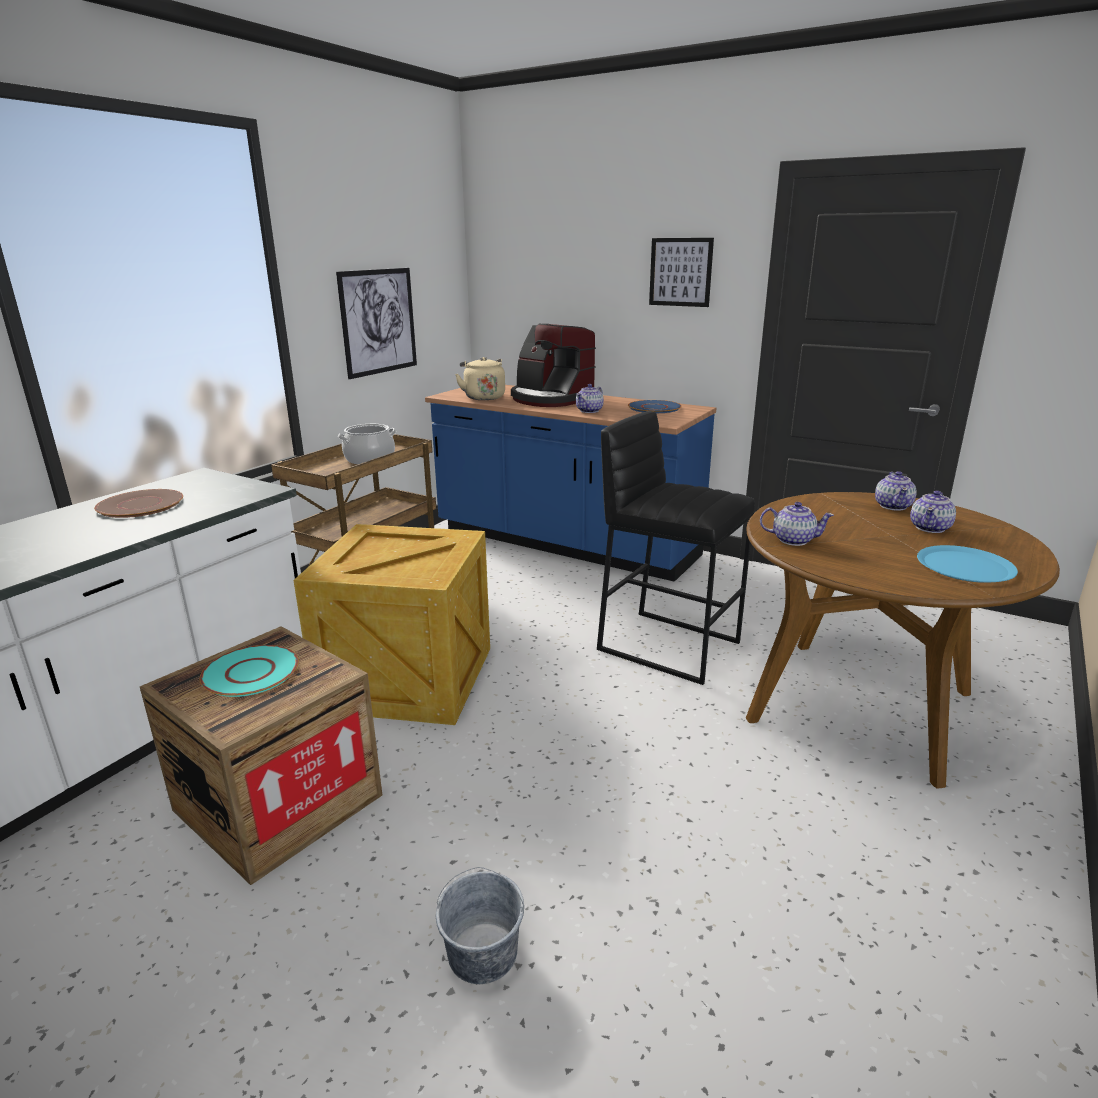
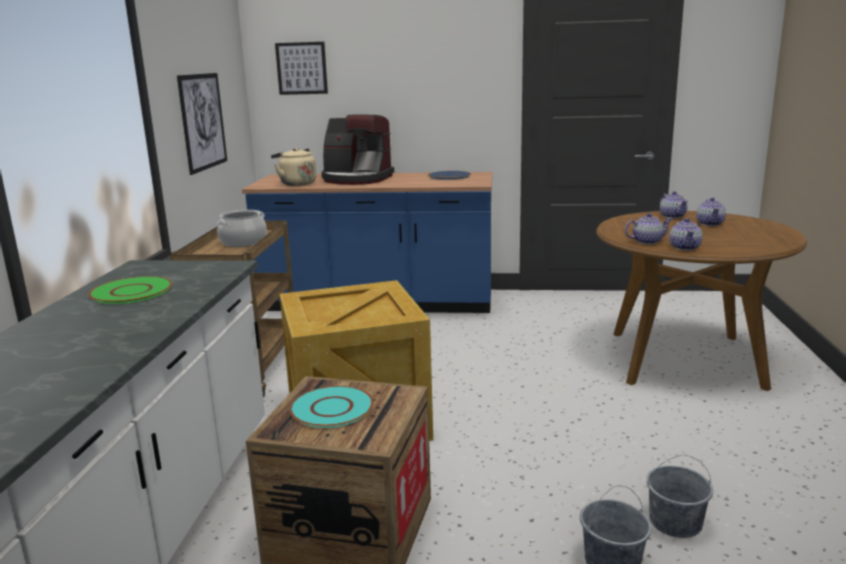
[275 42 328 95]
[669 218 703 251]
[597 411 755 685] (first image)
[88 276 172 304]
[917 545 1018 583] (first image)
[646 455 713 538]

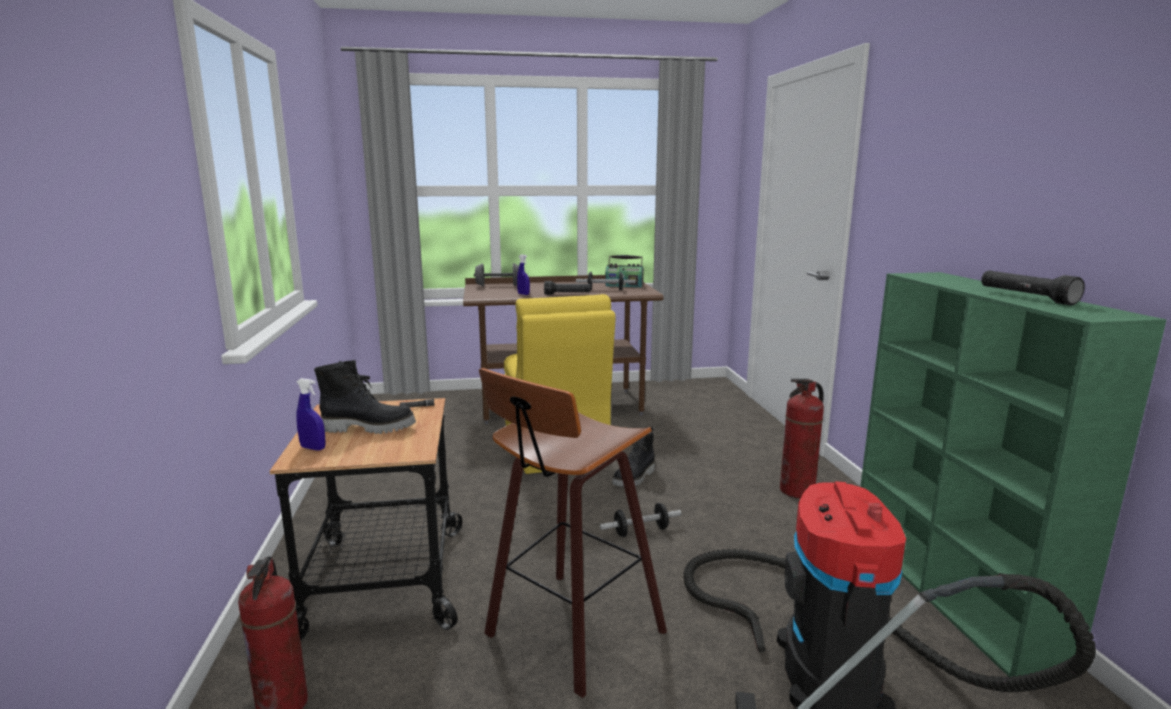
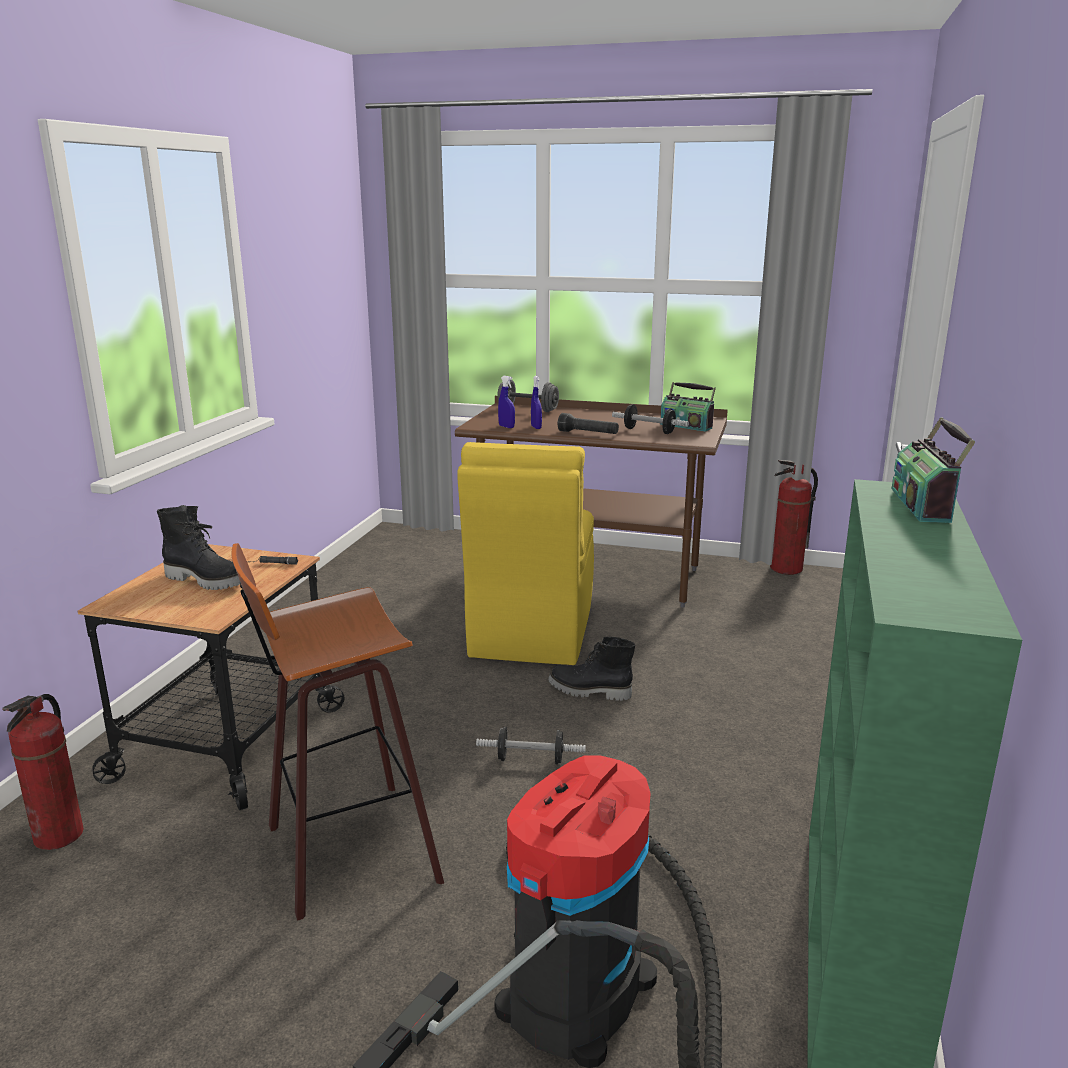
[981 270 1085 306] (first image)
[498 376 515 428]
[770 460 818 575]
[548 637 635 701]
[892 417 975 523]

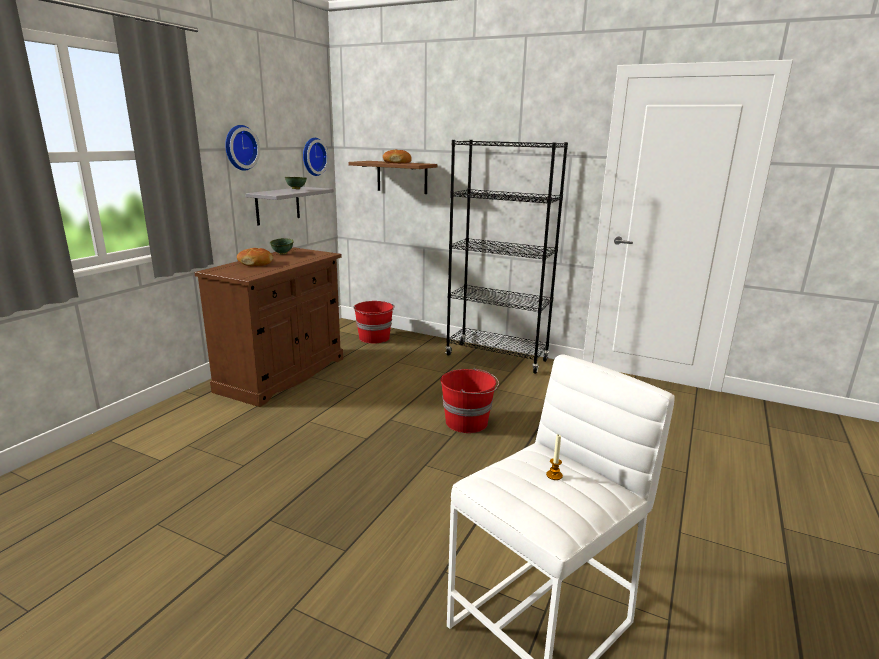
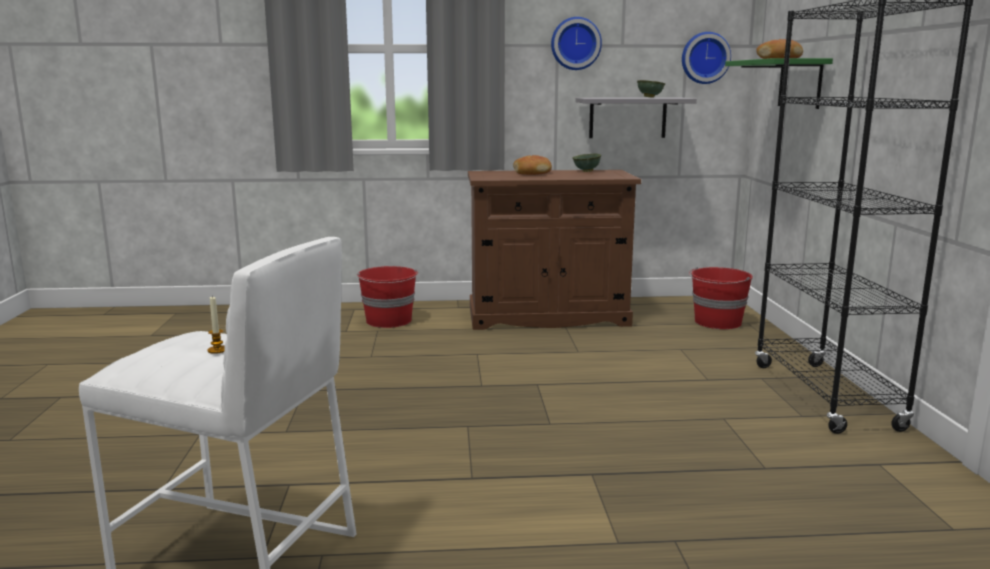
[725 58 833 109]
[357 266 418 328]

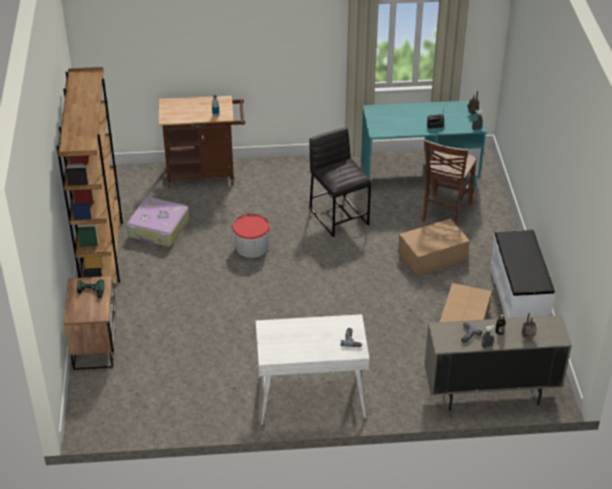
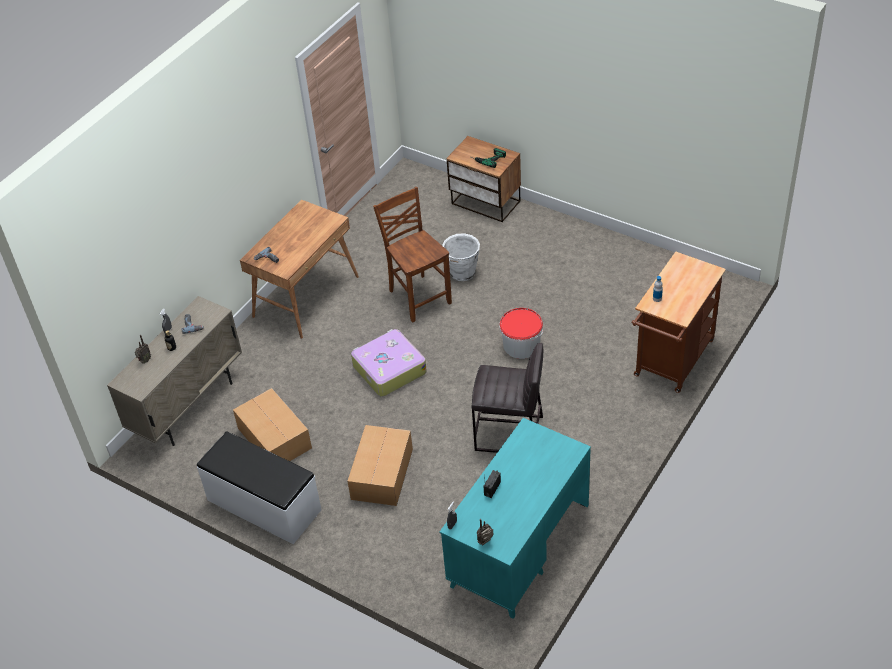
[56 67 123 287] (first image)
[373 187 452 322]
[351 329 427 397]
[240 199 359 339]
[442 233 480 281]

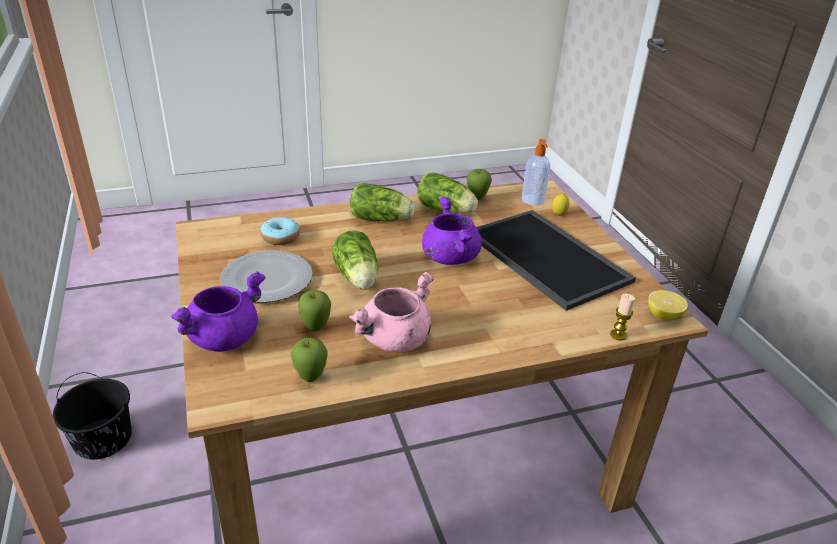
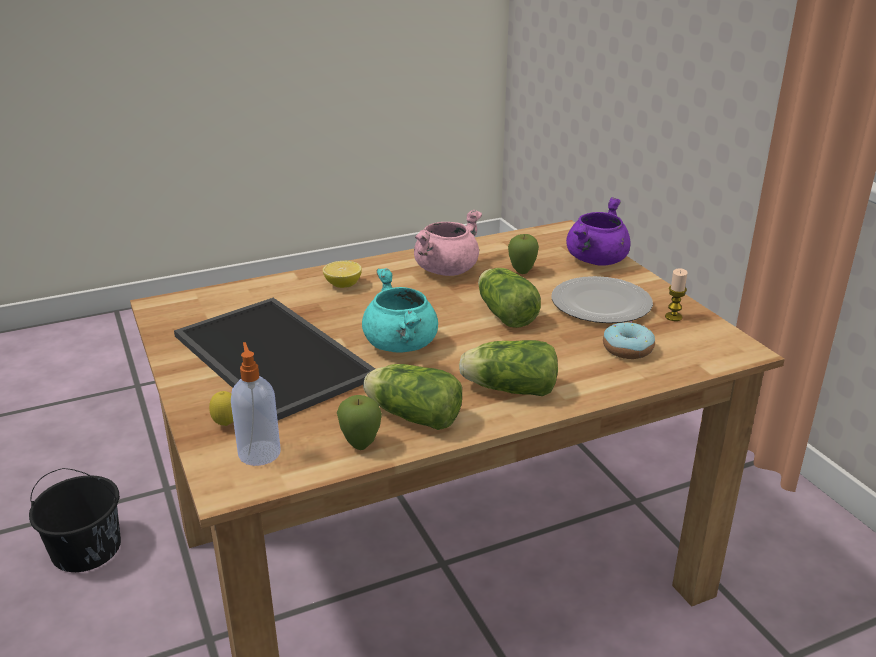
[362 268 438 352]
[323 261 362 288]
[665 268 688 321]
[291 338 328 382] (first image)
[29 468 121 572]

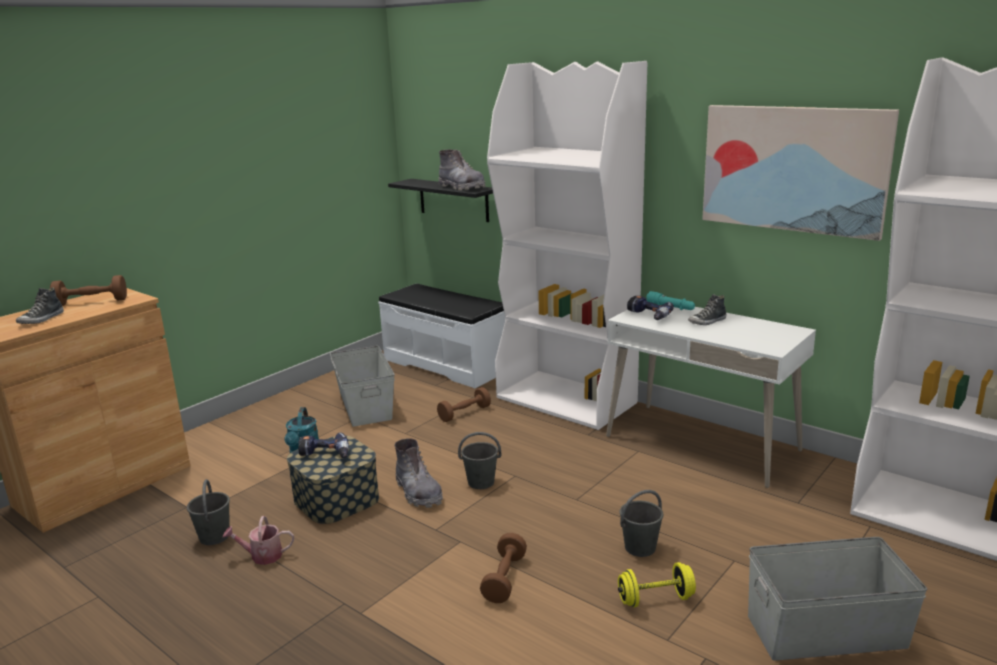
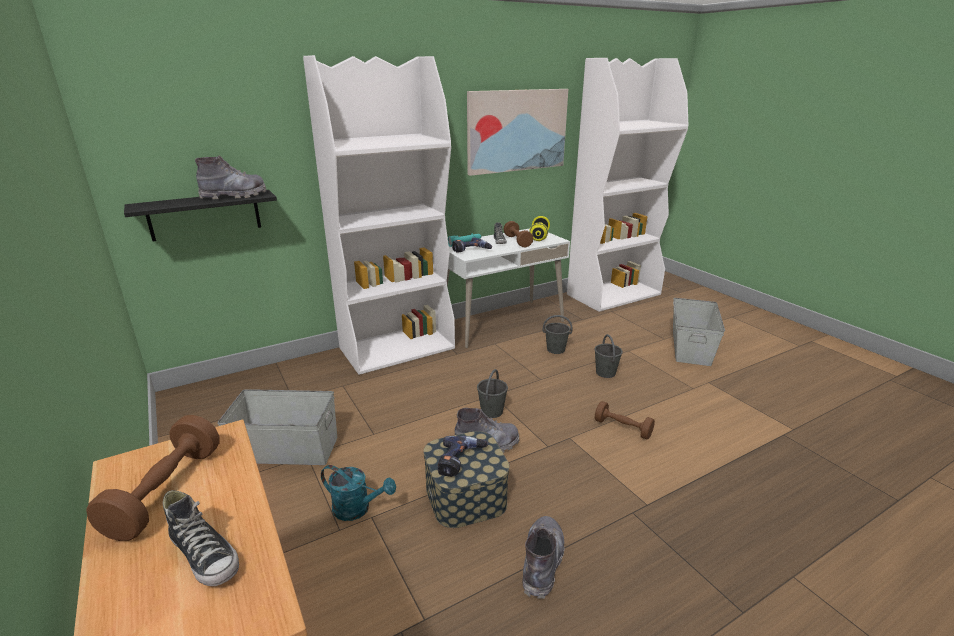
[378 284 505 388] (first image)
[503 221 533 248]
[543 315 572 354]
[522 516 565 599]
[529 216 550 241]

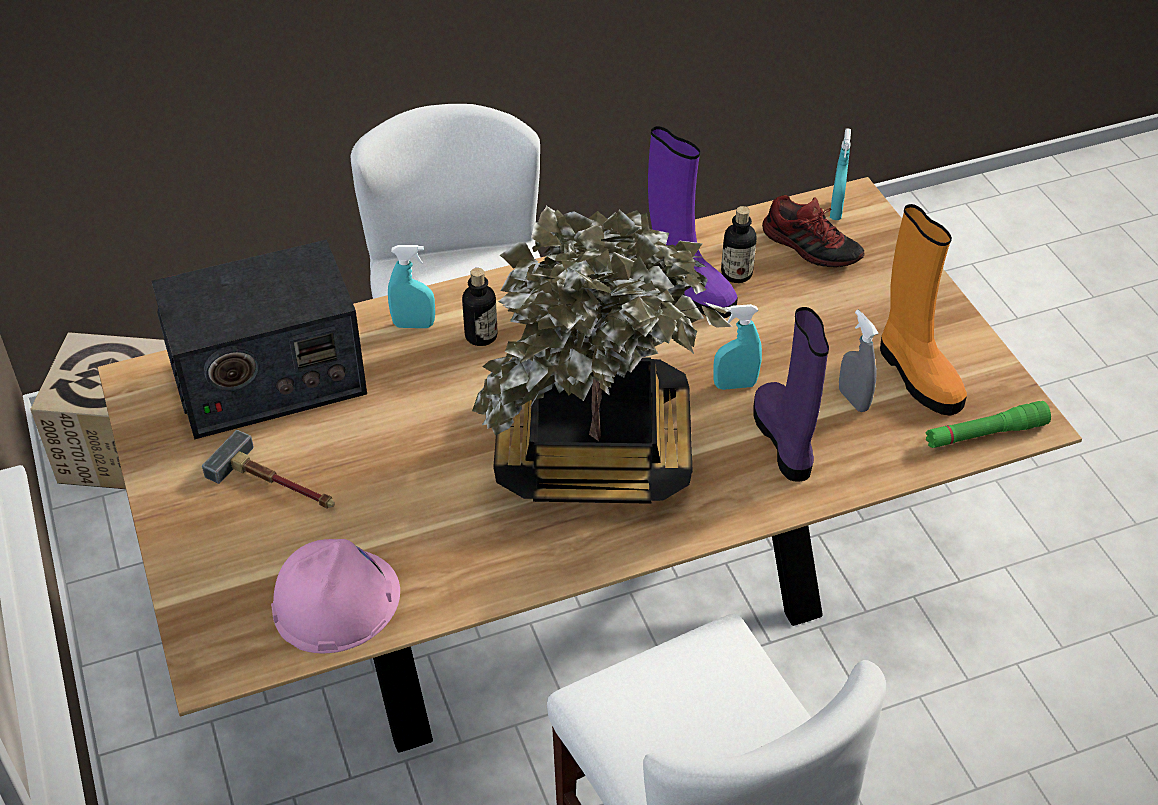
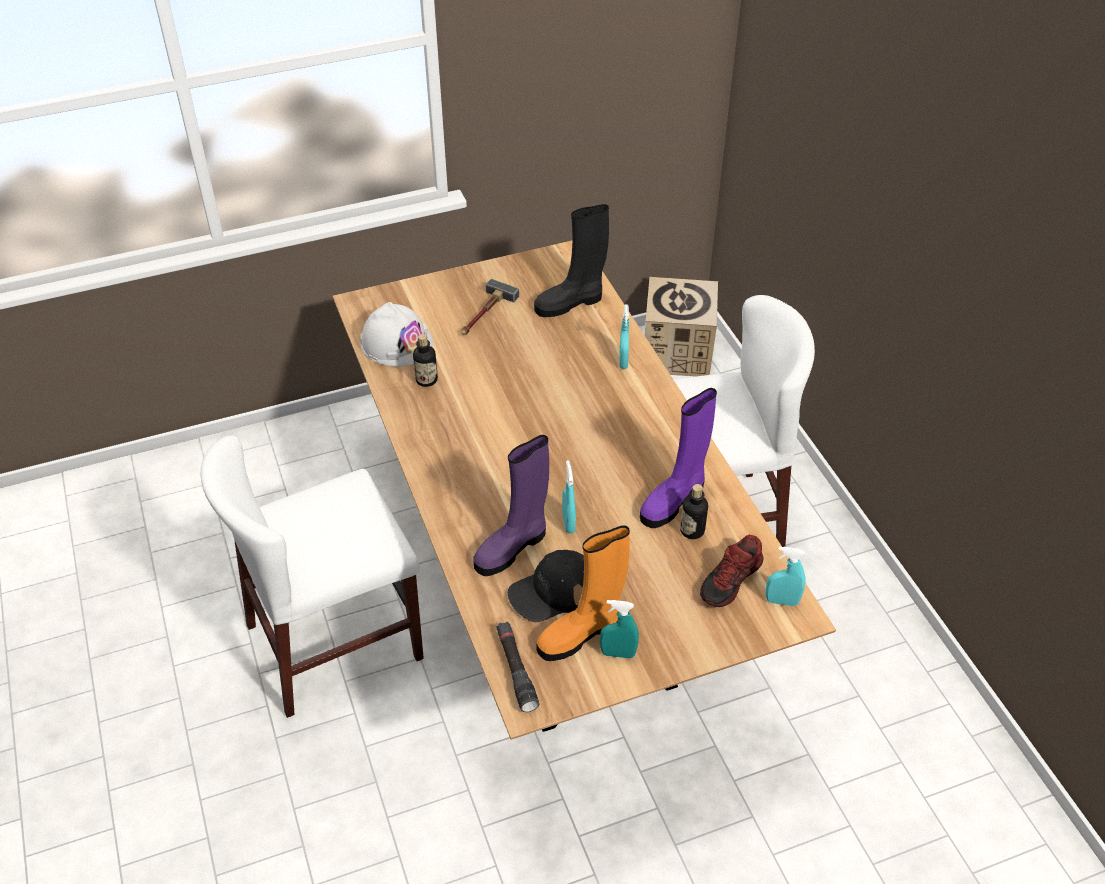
[472 206 732 504] (first image)
[534 204 609 317]
[413 334 438 387]
[474 435 549 576]
[508 550 584 622]
[496 622 539 712]
[360 302 433 367]
[600 600 639 659]

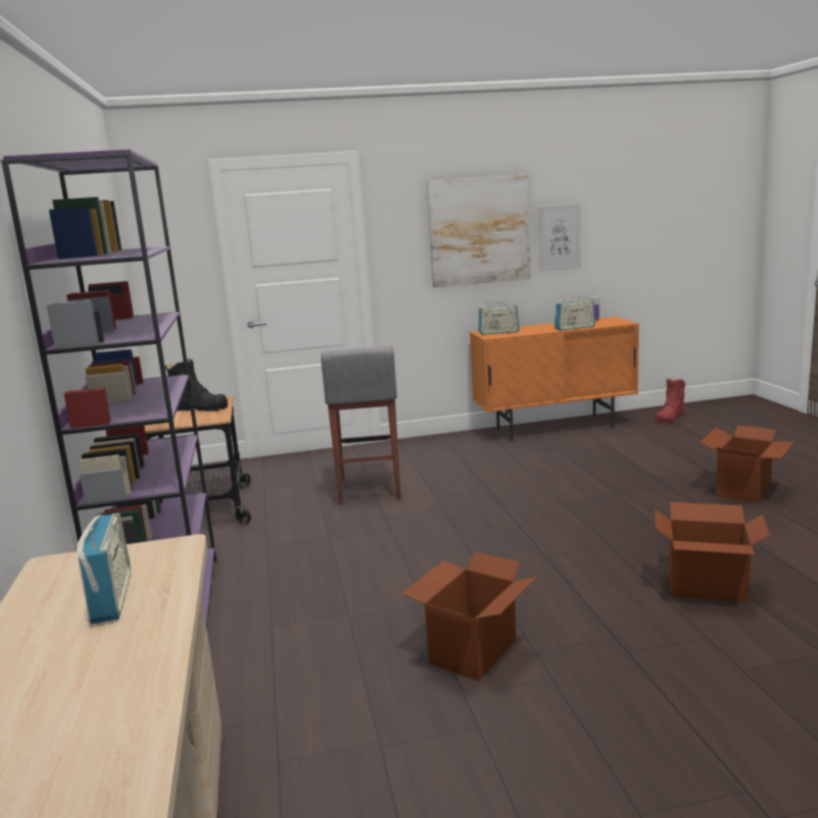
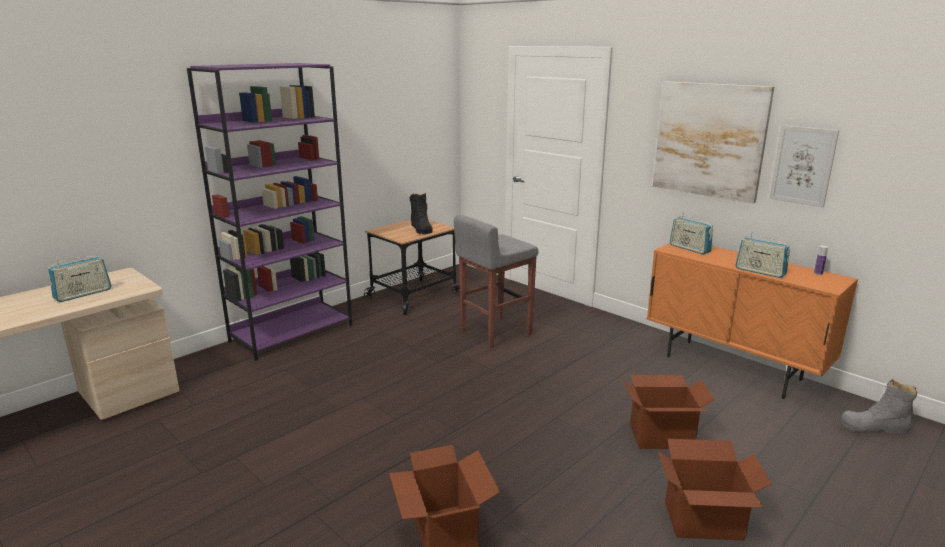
[841 379 917 434]
[623 375 714 449]

